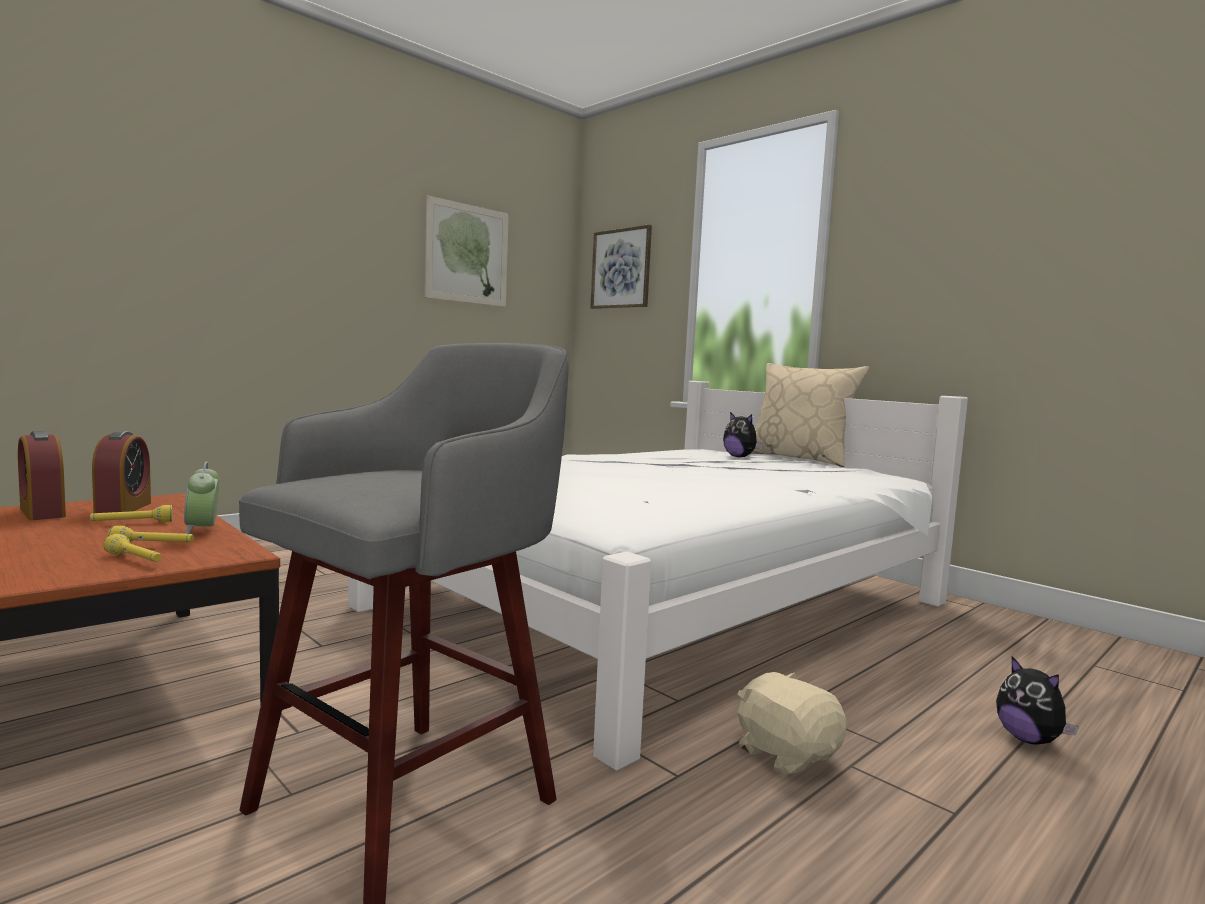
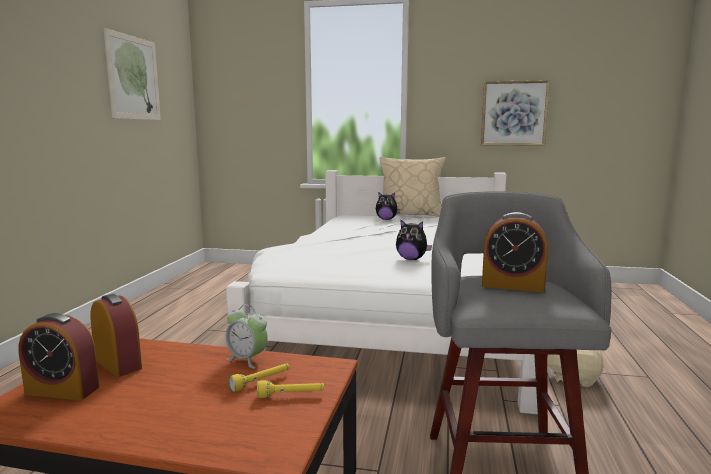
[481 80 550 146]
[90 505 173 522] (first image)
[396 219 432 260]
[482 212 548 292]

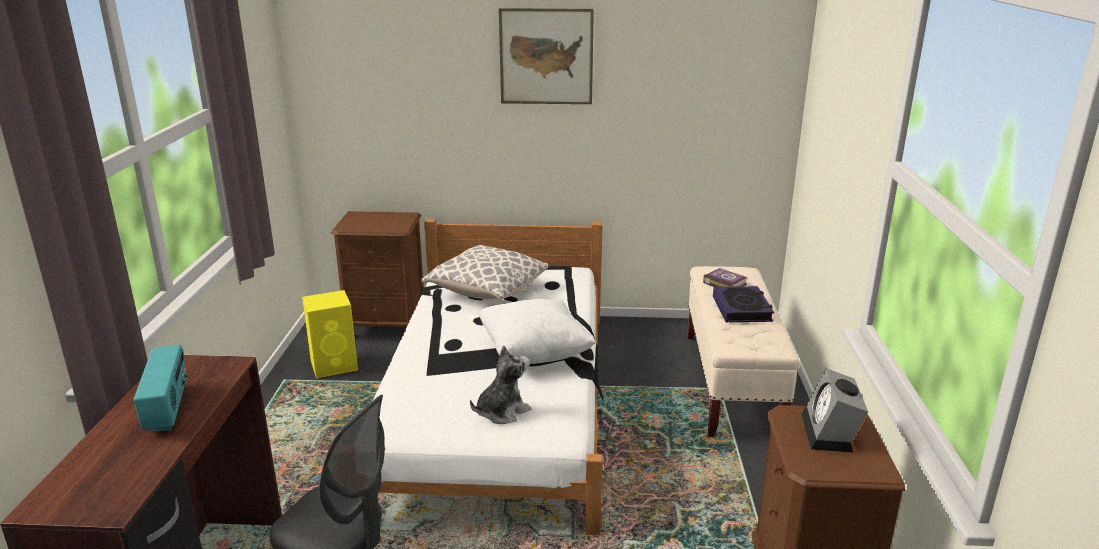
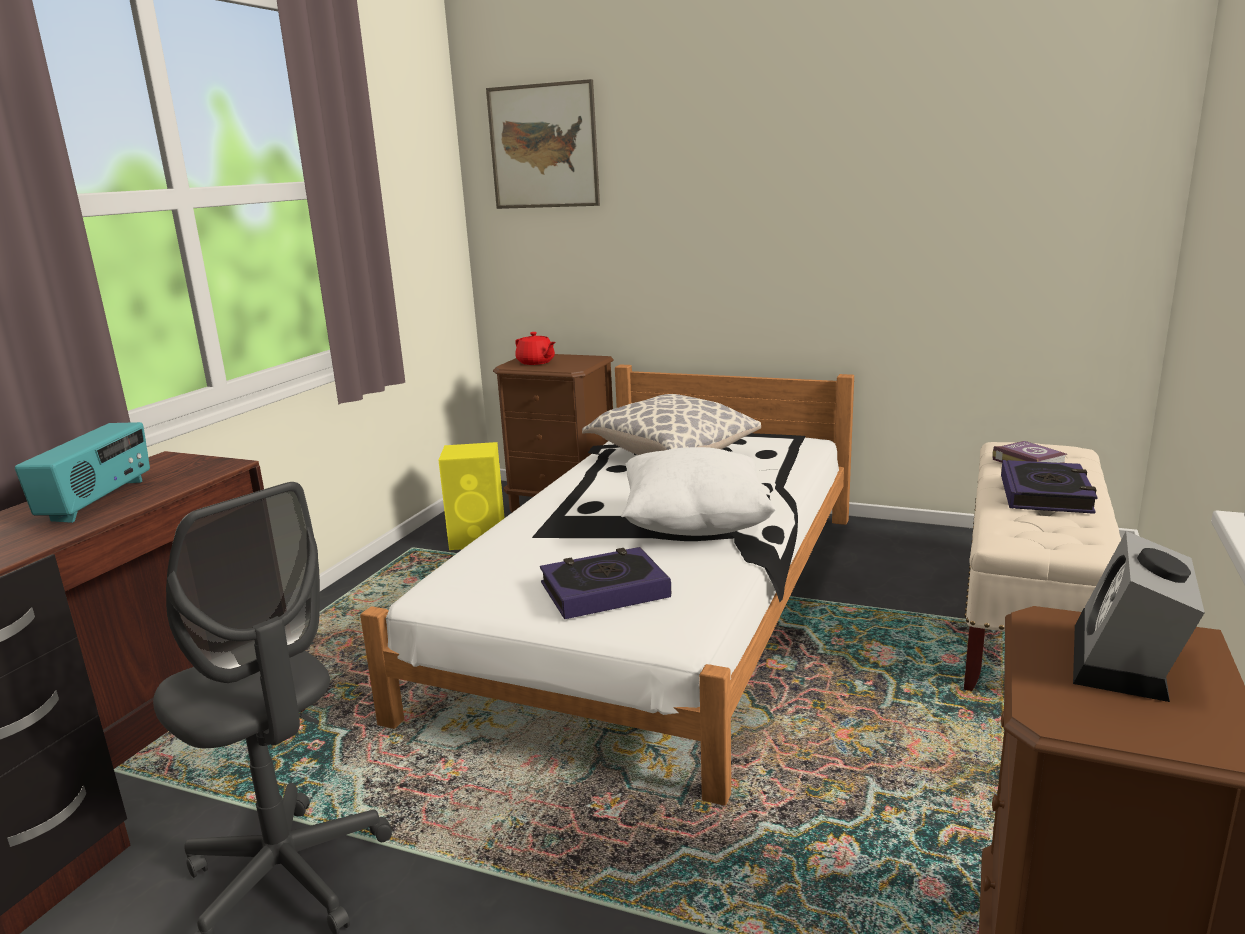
[486 79 600 209]
[540 547 671 619]
[515 332 555 365]

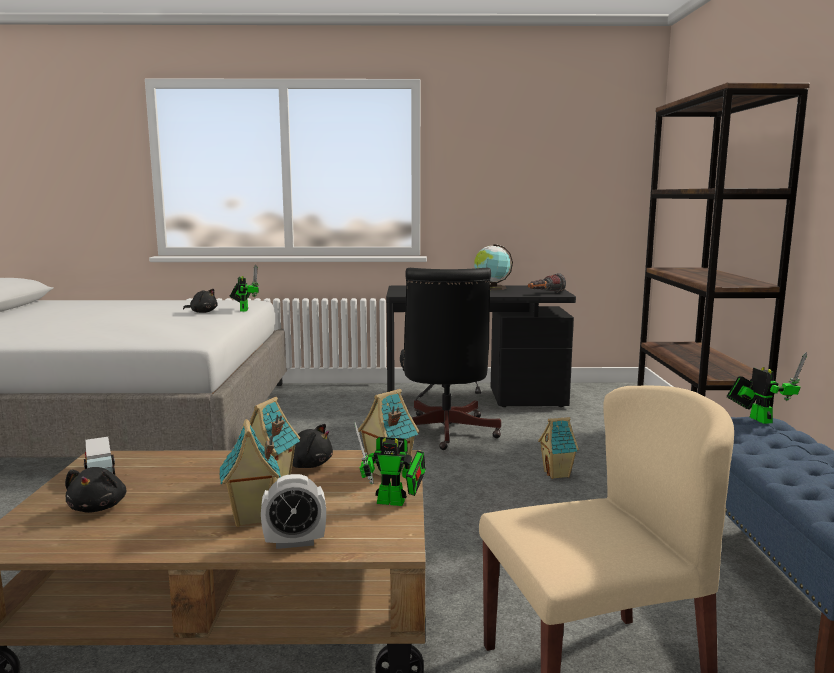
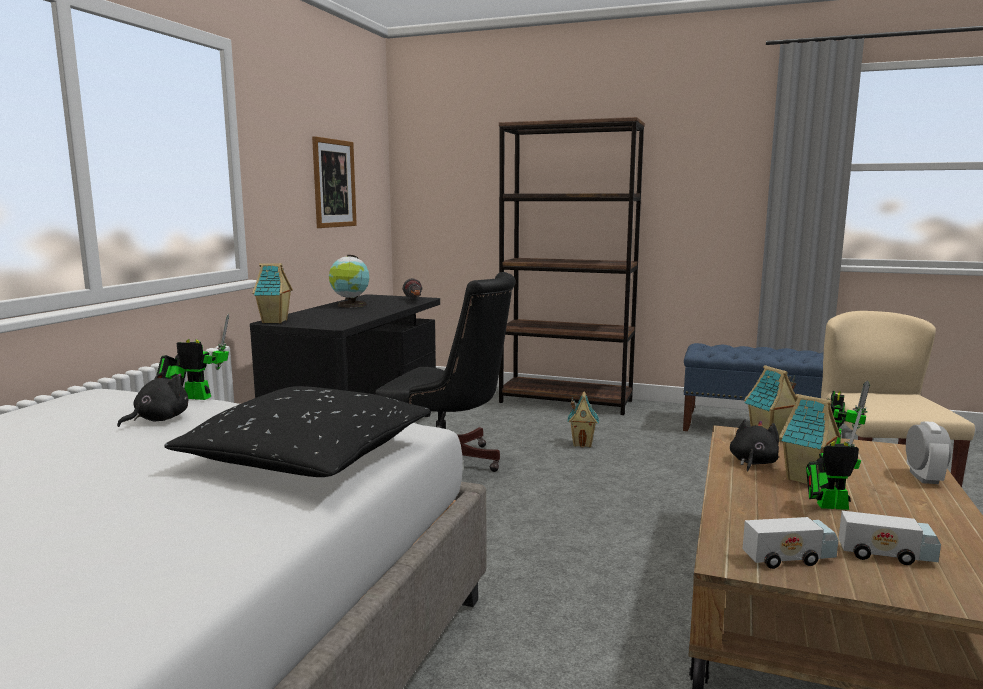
[806 409 862 510]
[252 263 293 323]
[839 511 941 565]
[312 136 357 228]
[164 386 431 477]

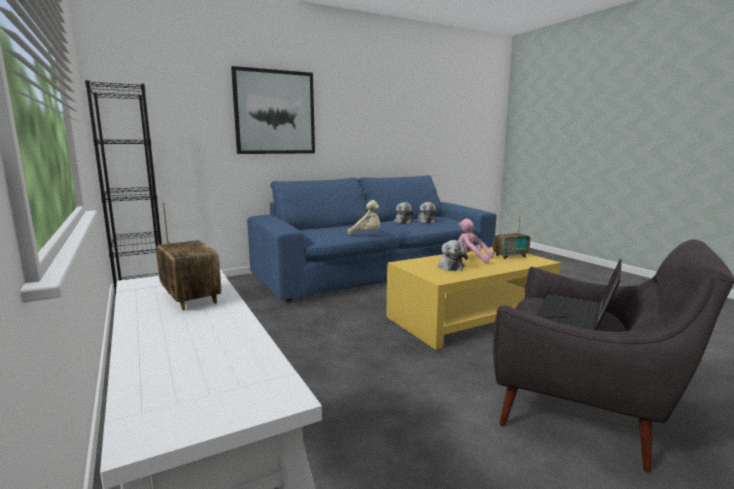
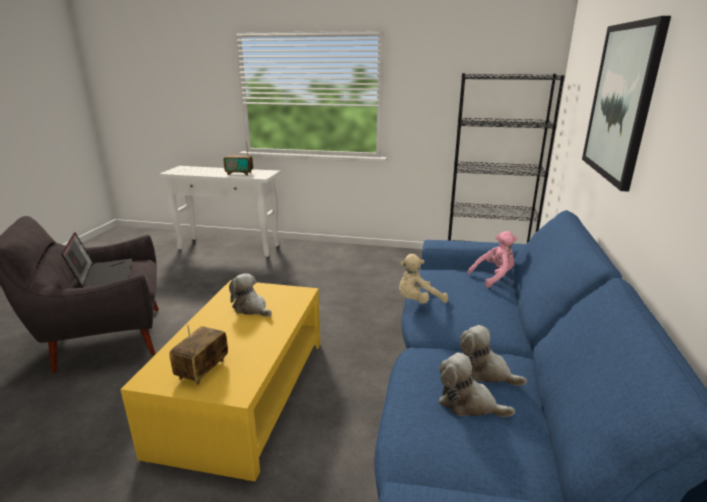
[467 231 517 288]

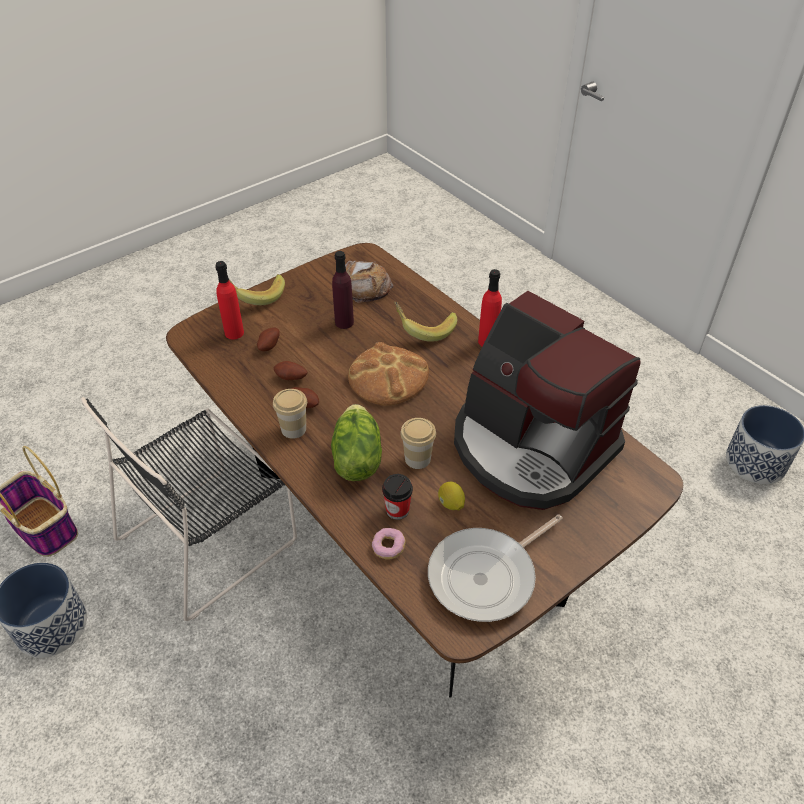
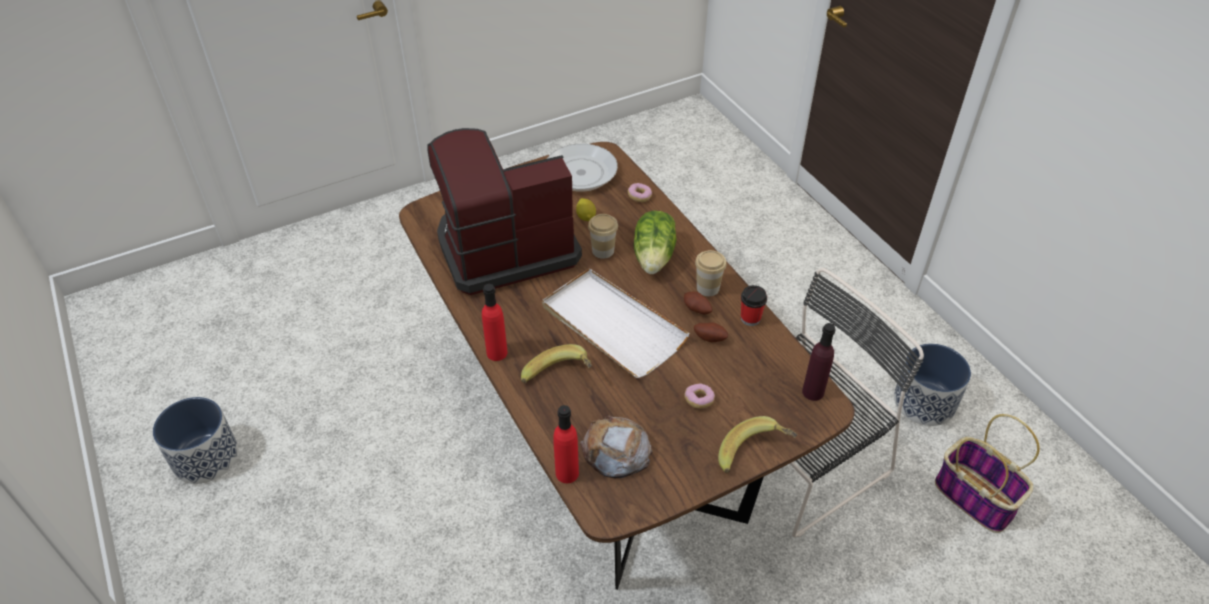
[802 323 835 401]
[553 405 579 483]
[427 128 582 295]
[257 328 280 351] (first image)
[542 269 690 378]
[741 285 767 326]
[684 384 715 409]

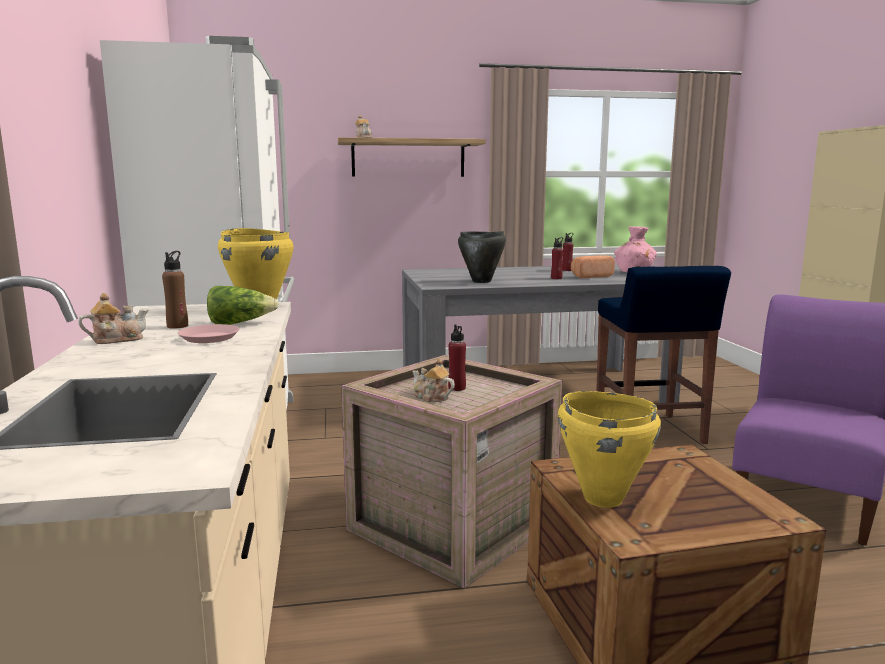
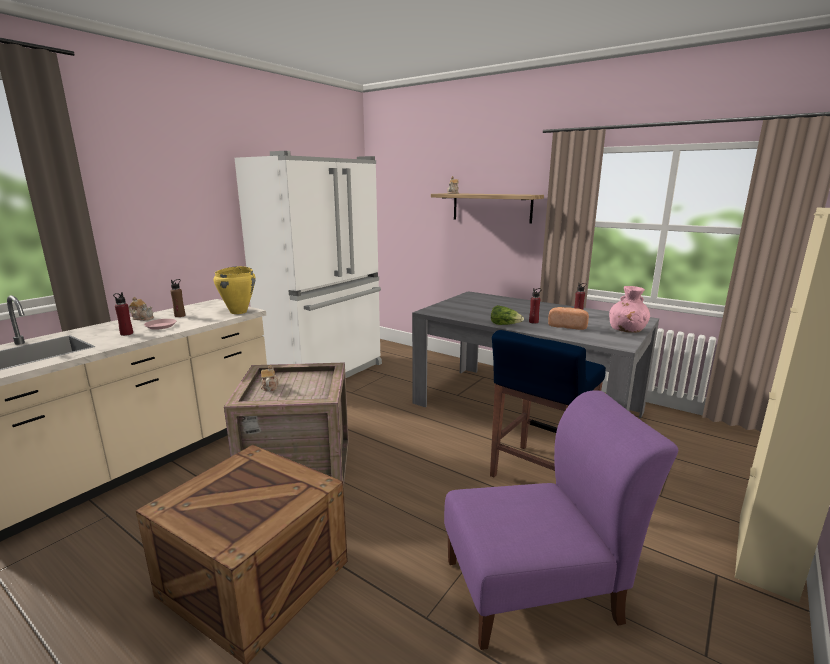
[458 231 506 283] (first image)
[491 305 524 325]
[113 292 133 336]
[558 391 661 508] (first image)

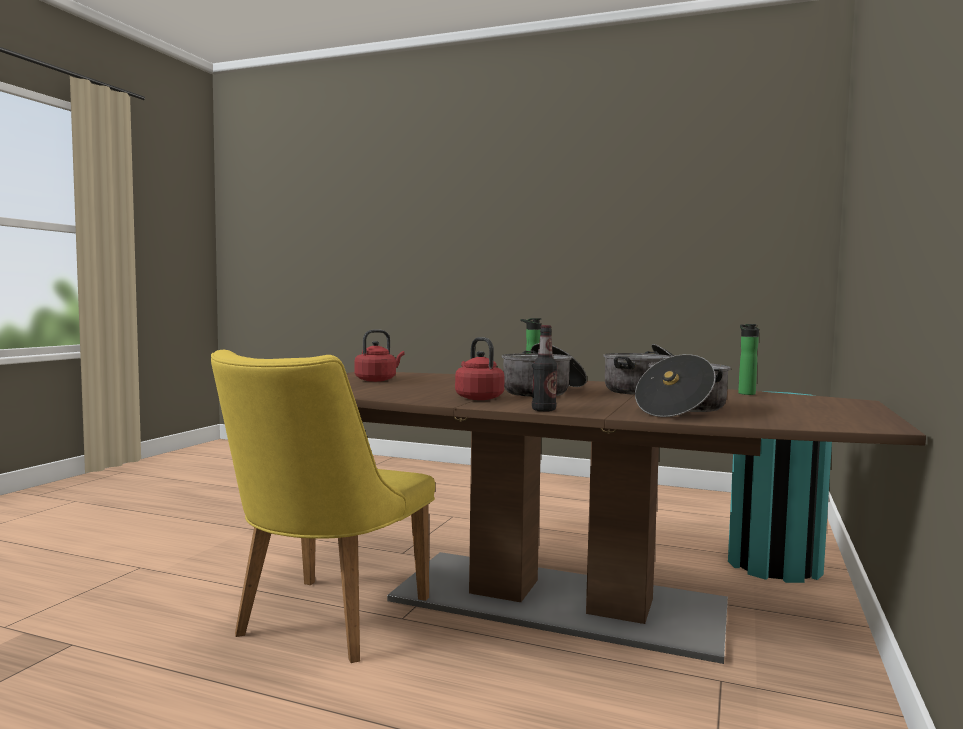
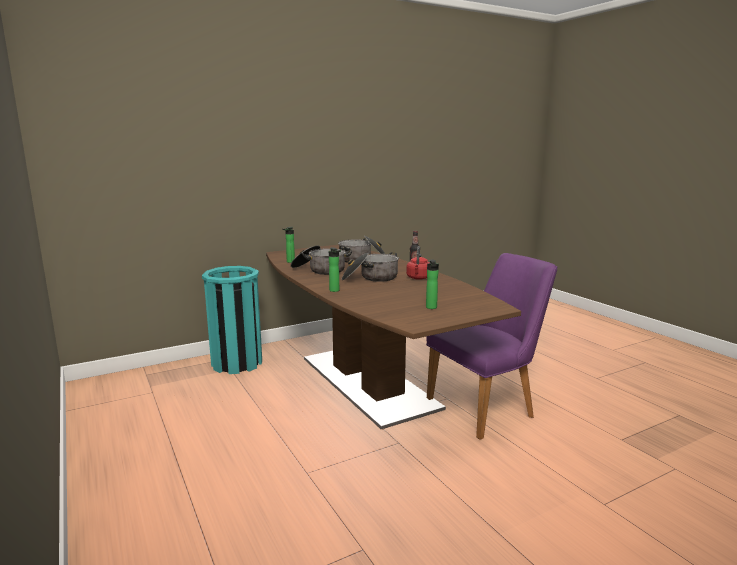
[426 259 439 309]
[426 253 557 440]

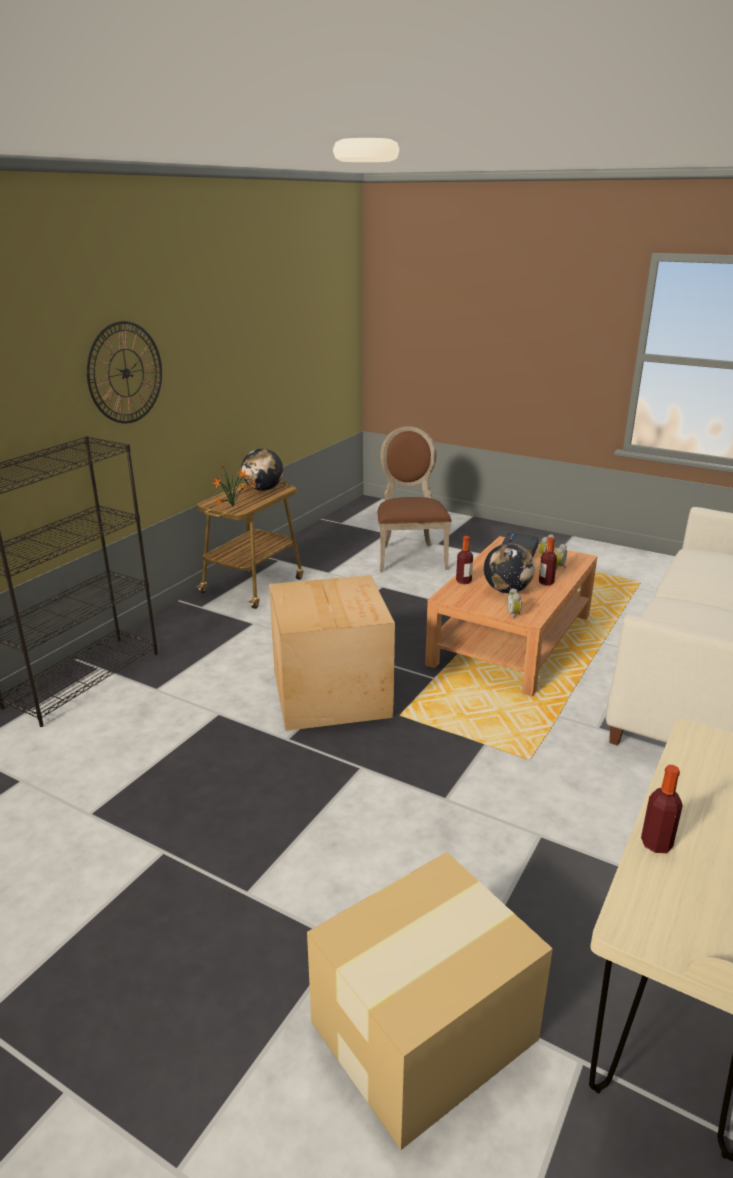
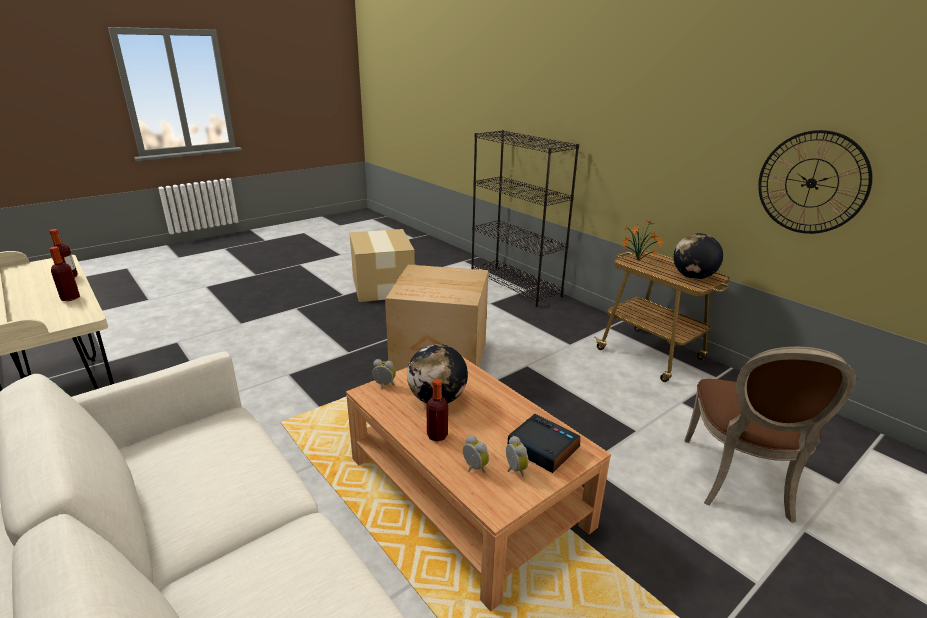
[758 130 873 234]
[684 347 856 523]
[50 247 80 301]
[349 229 415 302]

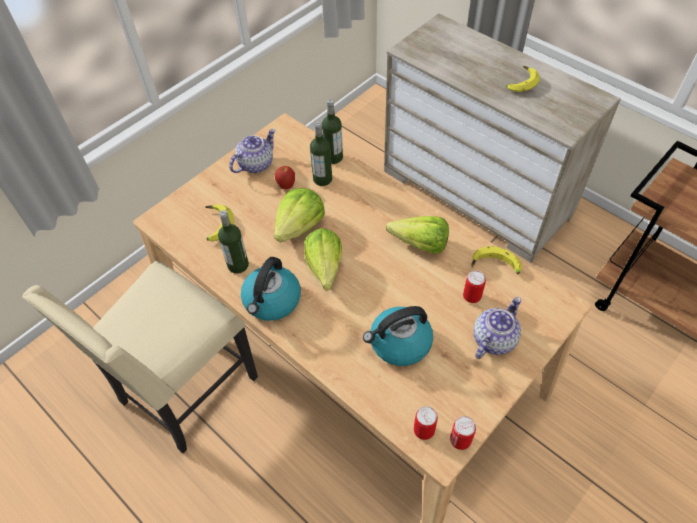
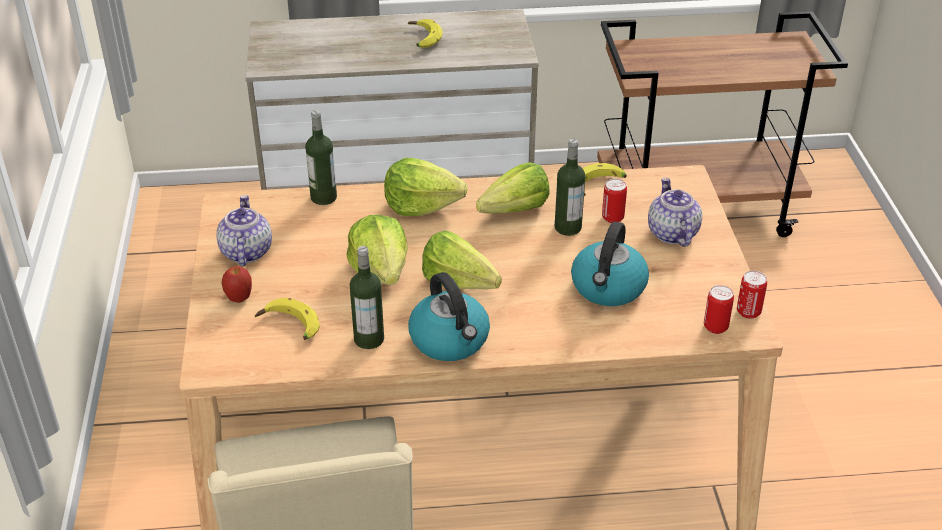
[555 139 585 236]
[222 266 252 303]
[384 158 467 216]

